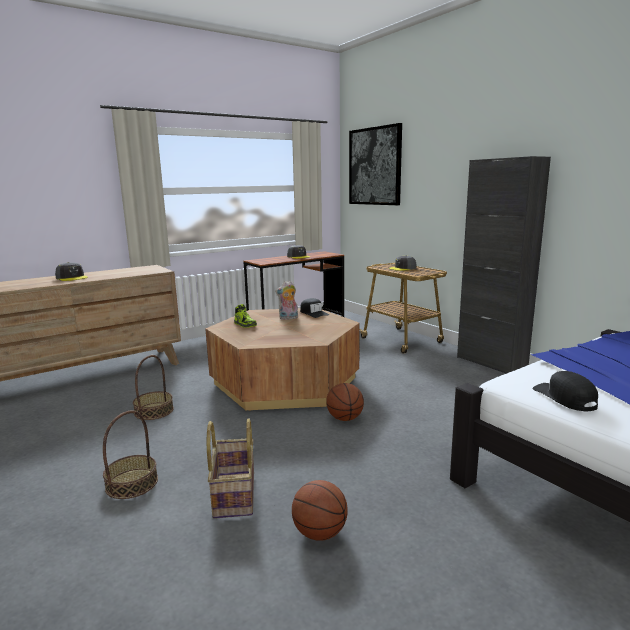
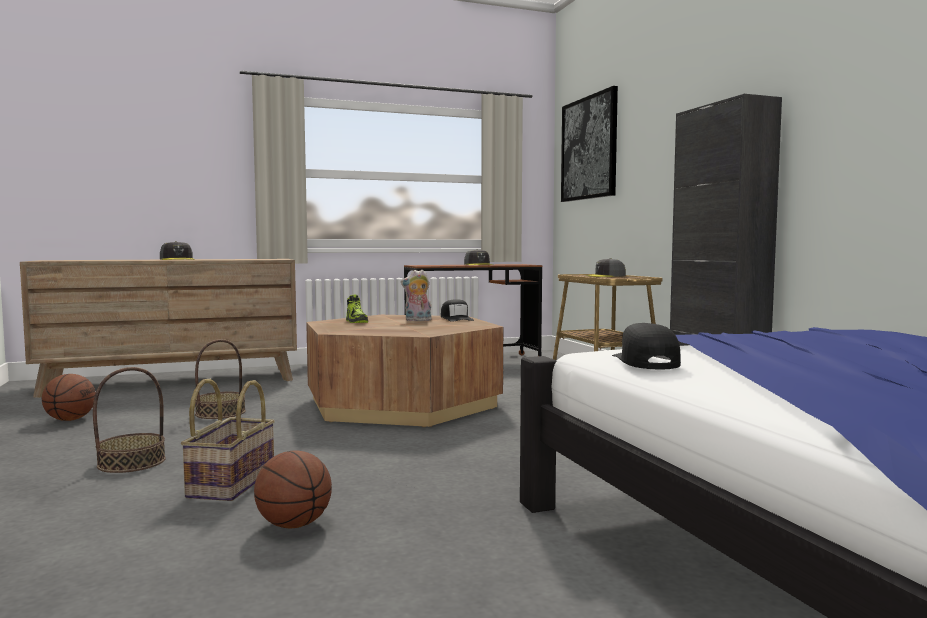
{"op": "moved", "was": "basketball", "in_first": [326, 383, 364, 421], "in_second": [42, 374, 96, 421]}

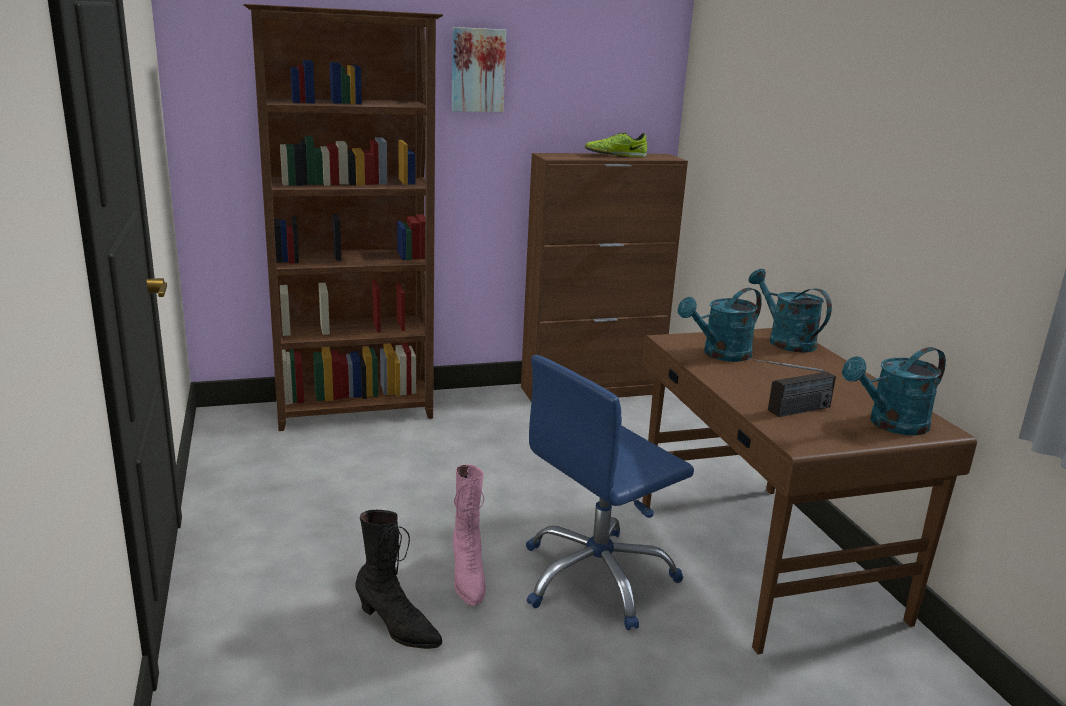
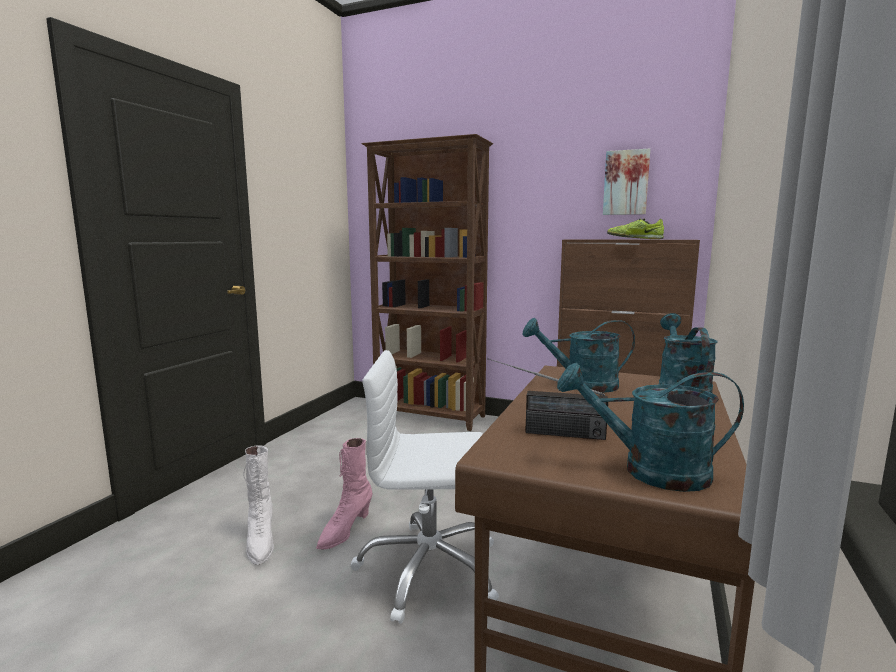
{"op": "recoloured", "was": "black boot", "now": "white boot", "in_first": [355, 510, 442, 649], "in_second": [243, 445, 274, 565]}
{"op": "recoloured", "was": "blue office chair", "now": "white office chair", "in_first": [526, 355, 694, 630], "in_second": [350, 350, 499, 624]}
{"op": "moved", "was": "picture", "in_first": [452, 27, 506, 112], "in_second": [603, 149, 650, 215]}

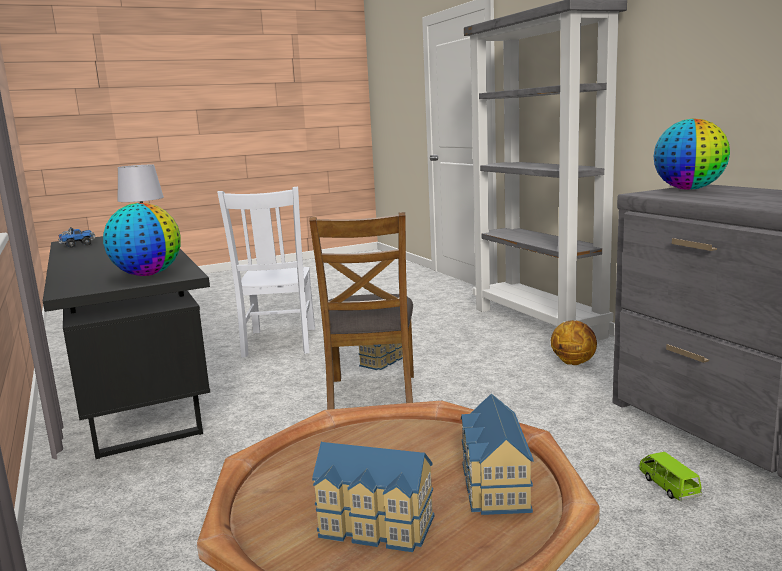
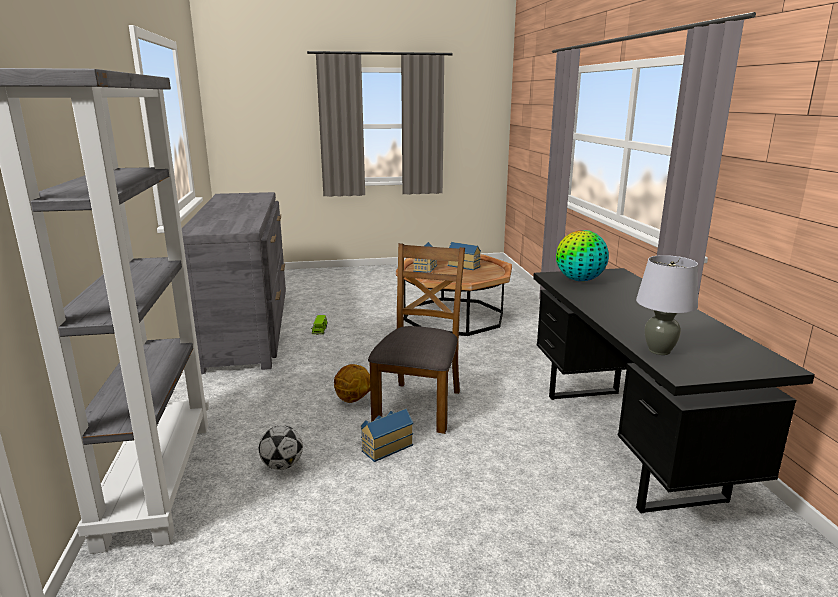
{"op": "added", "now": "football", "in_second": [259, 425, 303, 470]}
{"op": "moved", "was": "basketball", "in_first": [551, 320, 597, 365], "in_second": [334, 364, 370, 403]}
{"op": "removed", "was": "toy truck", "in_first": [58, 227, 95, 248]}
{"op": "removed", "was": "white chair", "in_first": [217, 187, 315, 358]}
{"op": "removed", "was": "globe", "in_first": [654, 118, 730, 190]}

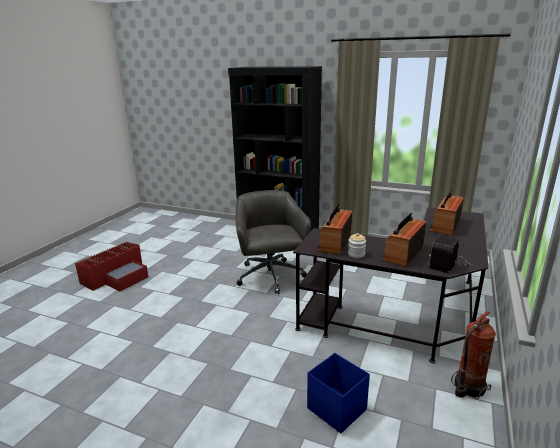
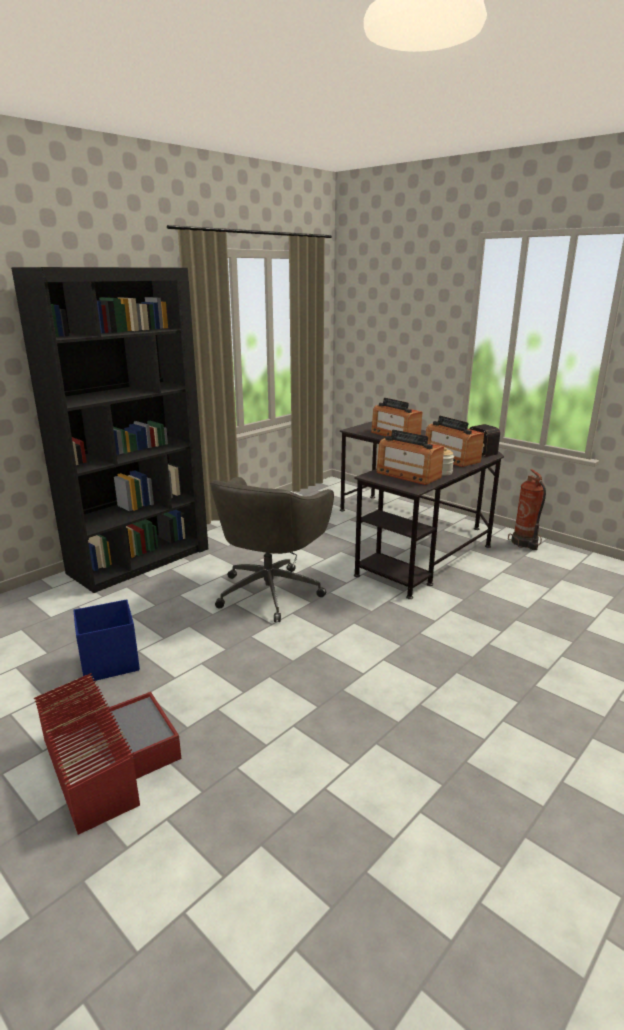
{"op": "moved", "was": "blue storage box", "in_first": [307, 353, 370, 433], "in_second": [73, 599, 140, 681]}
{"op": "turned", "was": "grey office chair", "in_first": [236, 190, 311, 294], "in_second": [210, 477, 334, 622], "clockwise": -75}

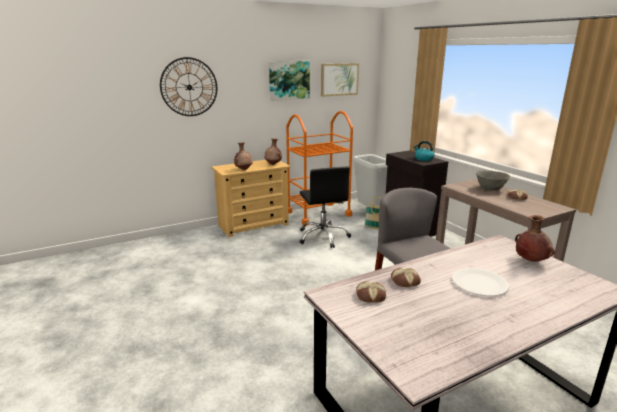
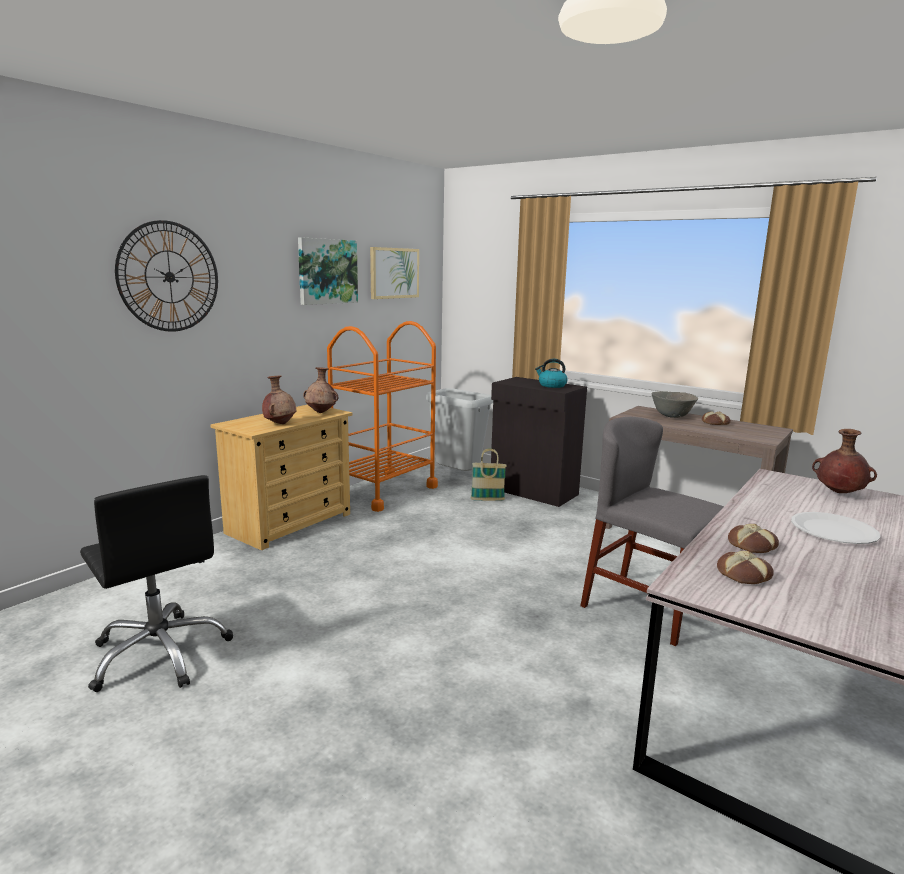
{"op": "moved", "was": "black office chair", "in_first": [299, 167, 351, 248], "in_second": [80, 475, 233, 692]}

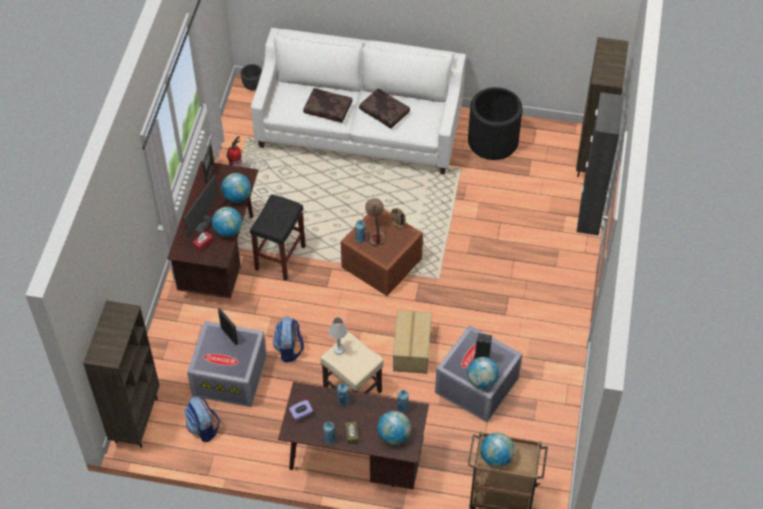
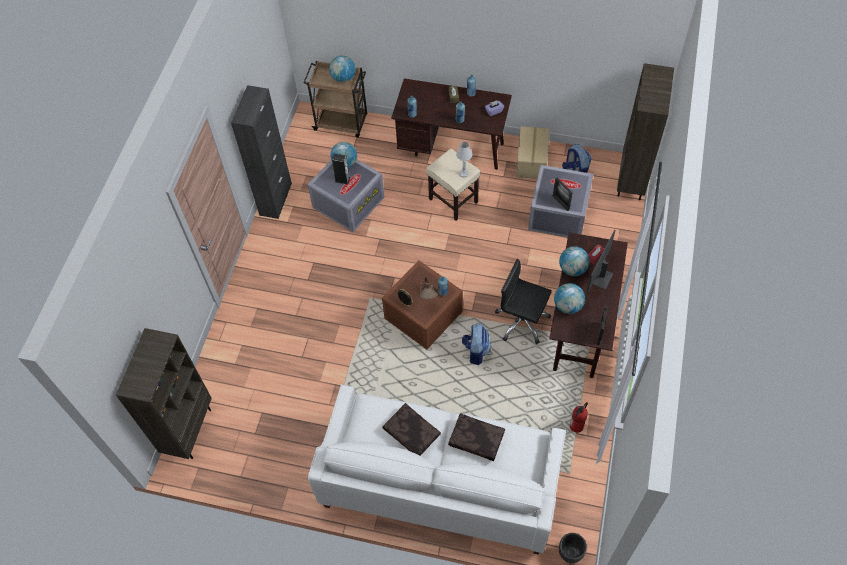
{"op": "moved", "was": "black cabinet", "in_first": [577, 92, 624, 235], "in_second": [231, 85, 292, 219]}
{"op": "moved", "was": "backpack", "in_first": [273, 317, 304, 363], "in_second": [462, 323, 491, 365]}
{"op": "replaced", "was": "black stool", "now": "black office chair", "in_first": [250, 194, 306, 281], "in_second": [495, 259, 552, 344]}
{"op": "moved", "was": "cardboard box", "in_first": [393, 310, 432, 374], "in_second": [516, 126, 550, 179]}
{"op": "removed", "was": "globe", "in_first": [377, 411, 411, 445]}
{"op": "removed", "was": "black planter", "in_first": [468, 87, 523, 160]}

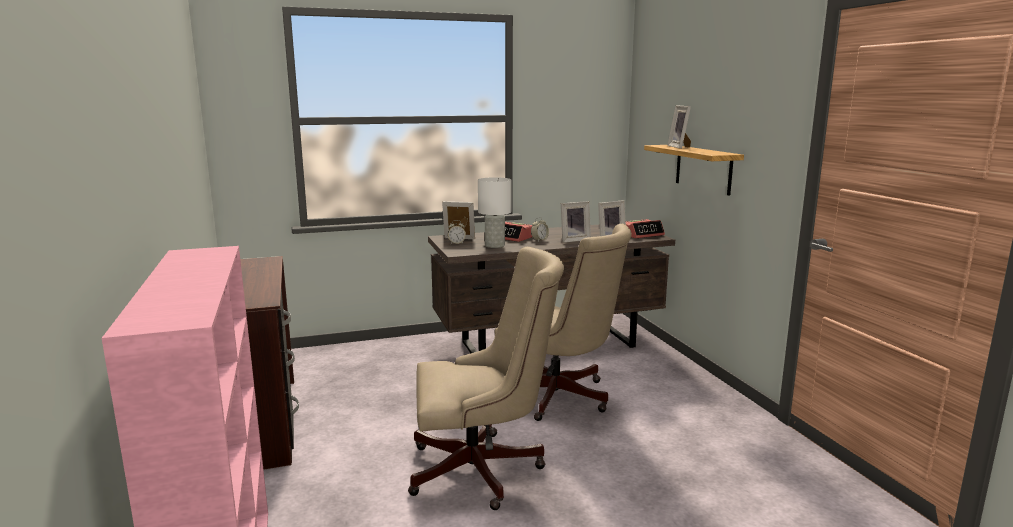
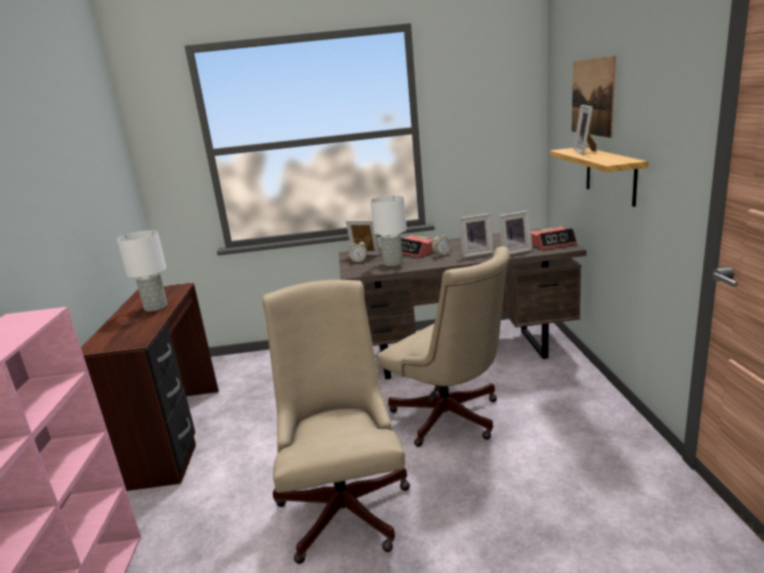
{"op": "added", "now": "white table lamp", "in_second": [117, 230, 168, 312]}
{"op": "turned", "was": "beige office chair", "in_first": [408, 247, 564, 510], "in_second": [262, 280, 410, 564], "clockwise": -105}
{"op": "added", "now": "picture", "in_second": [572, 56, 616, 138]}

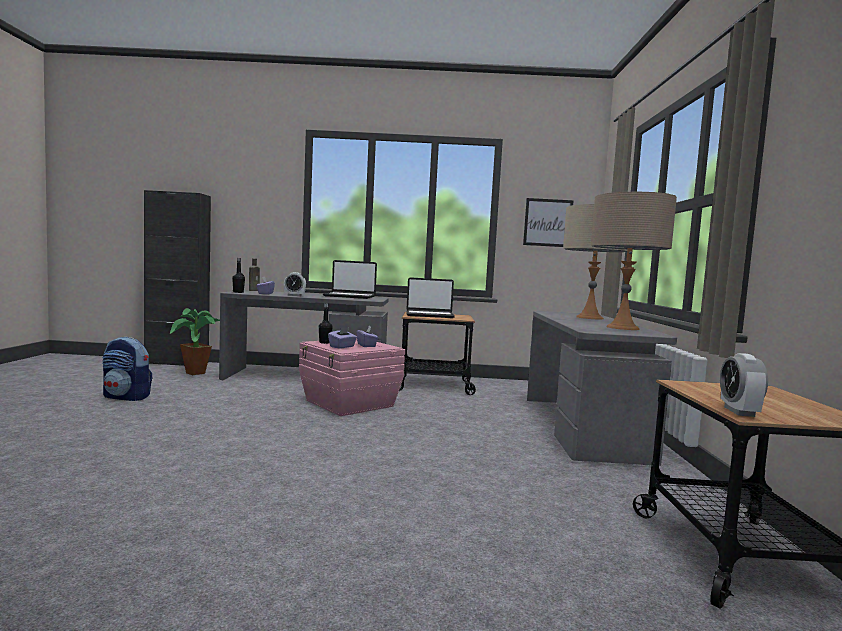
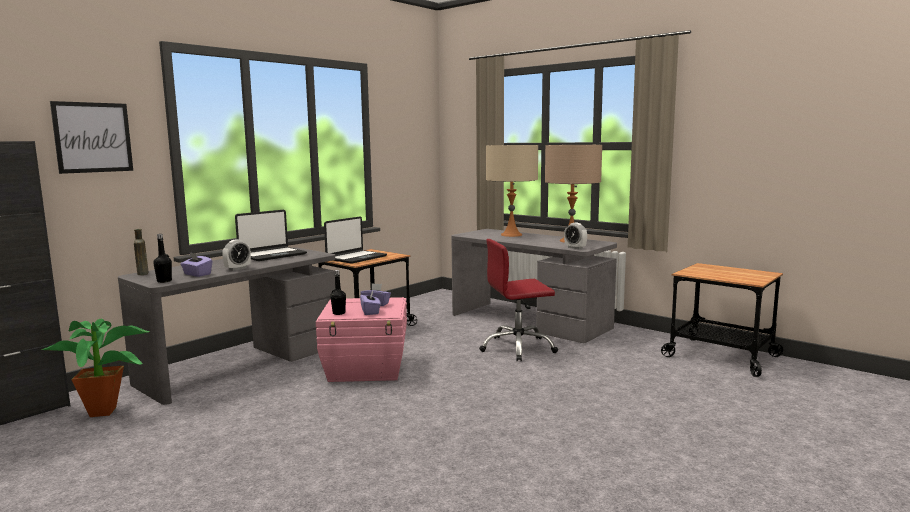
{"op": "moved", "was": "picture", "in_first": [523, 198, 574, 247], "in_second": [50, 101, 133, 174]}
{"op": "added", "now": "red office chair", "in_second": [479, 239, 558, 362]}
{"op": "moved", "was": "alarm clock", "in_first": [720, 353, 768, 417], "in_second": [564, 223, 587, 249]}
{"op": "removed", "was": "backpack", "in_first": [102, 337, 152, 401]}

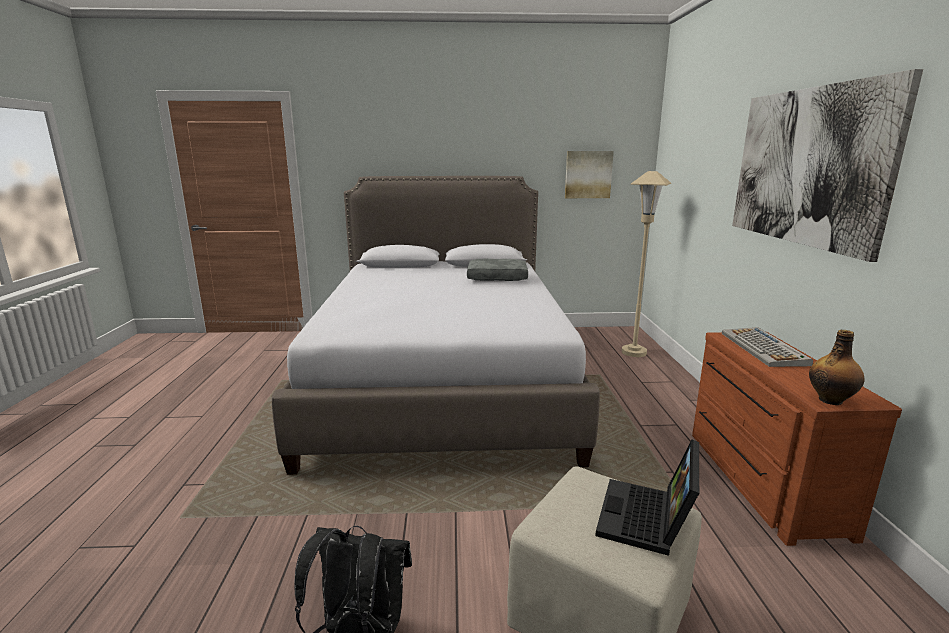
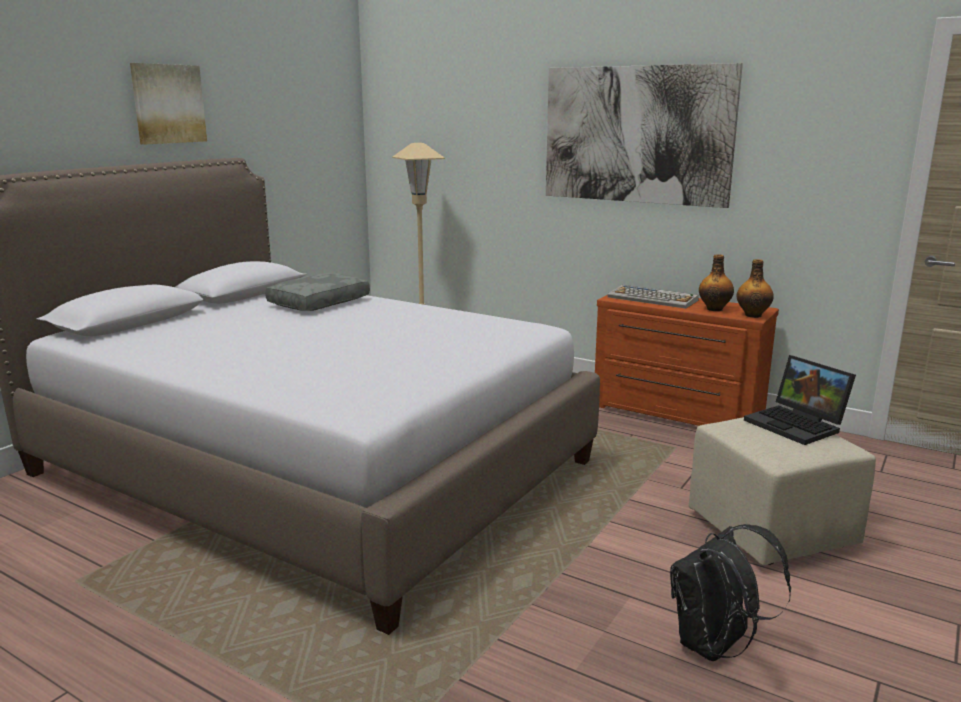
{"op": "moved", "was": "picture", "in_first": [565, 151, 614, 198], "in_second": [130, 63, 207, 145]}
{"op": "added", "now": "bottle", "in_second": [699, 255, 734, 311]}

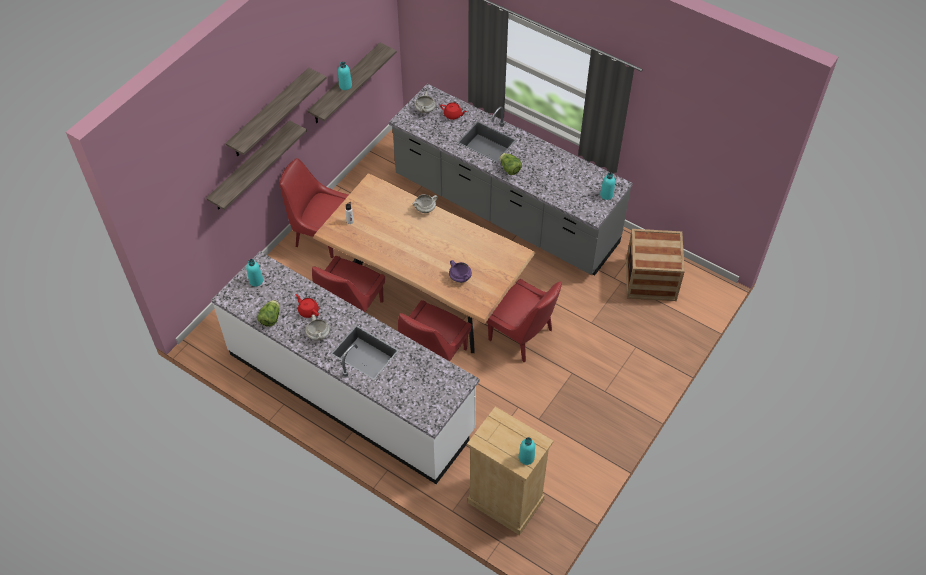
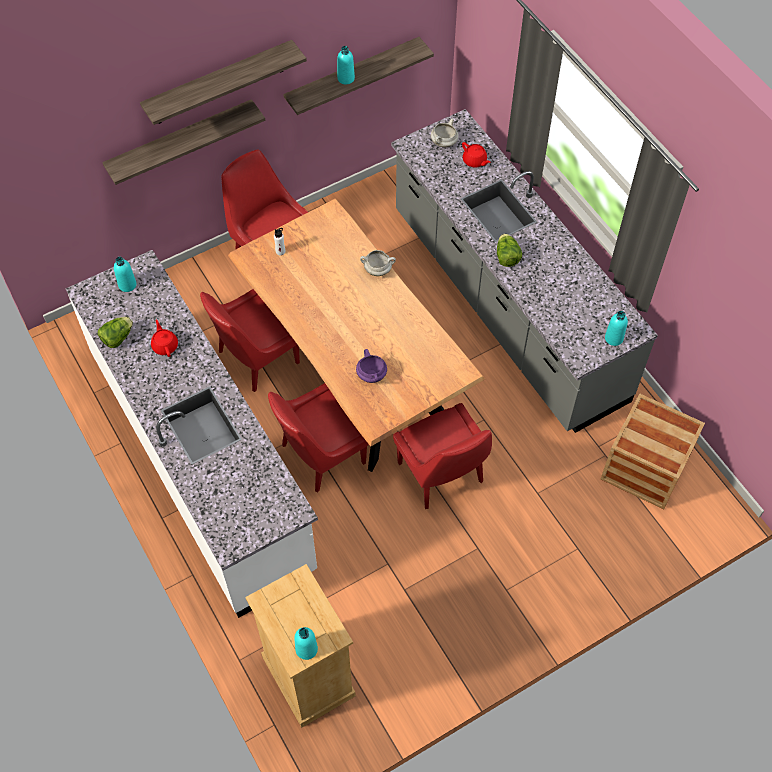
{"op": "removed", "was": "white cooking pot", "in_first": [305, 314, 330, 341]}

